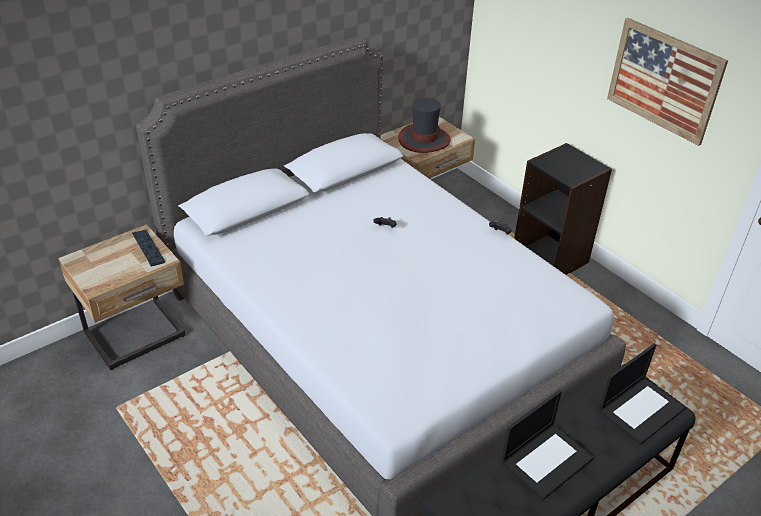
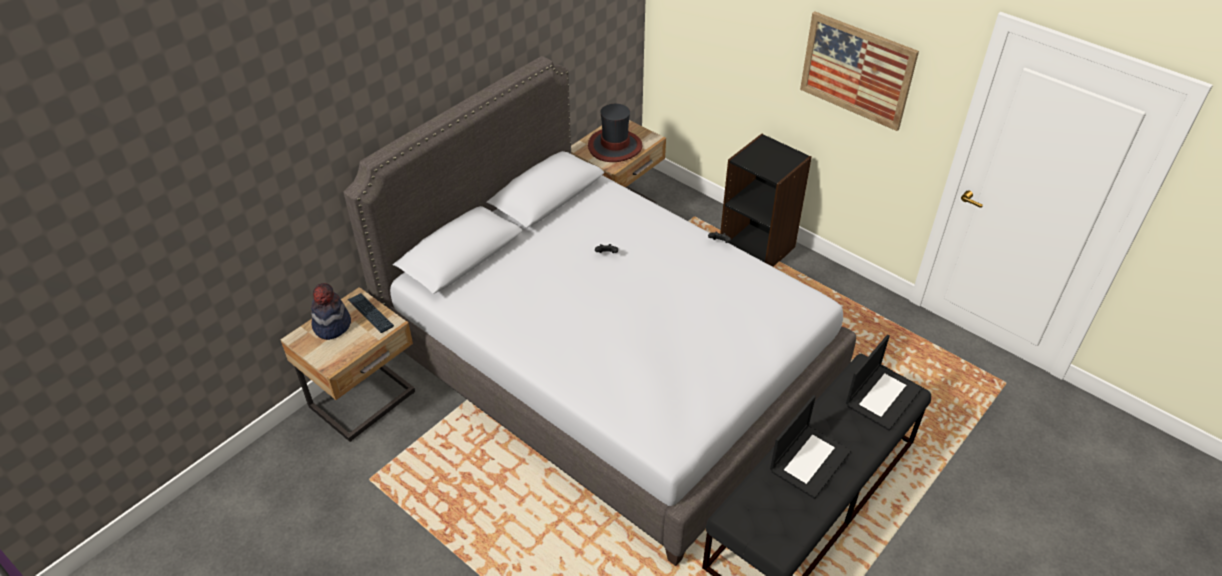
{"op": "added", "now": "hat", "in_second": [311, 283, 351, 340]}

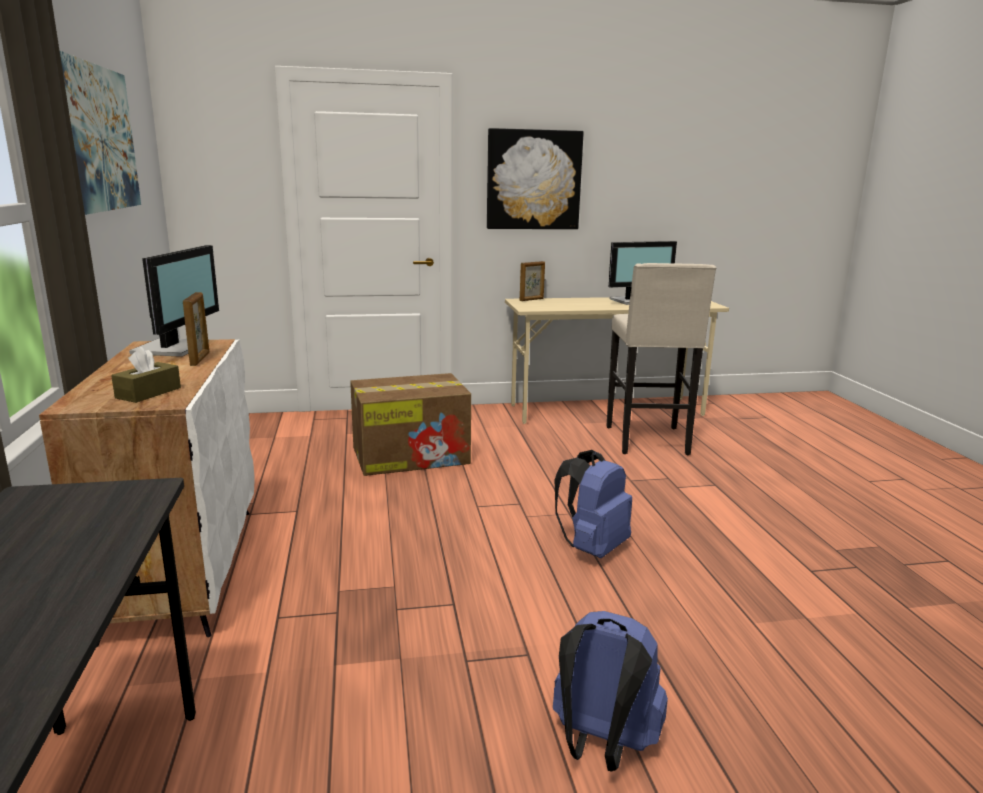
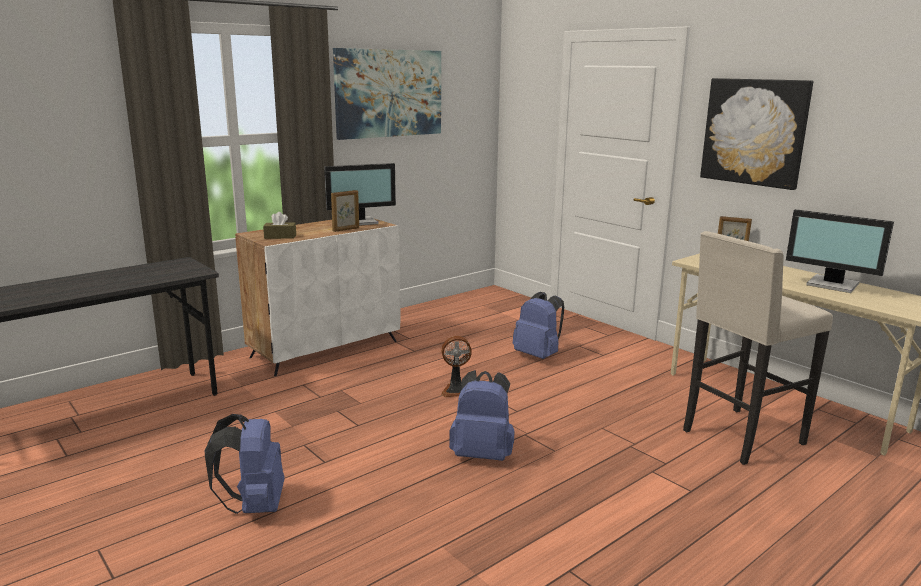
{"op": "added", "now": "fan", "in_second": [441, 336, 472, 397]}
{"op": "replaced", "was": "cardboard box", "now": "blue backpack", "in_first": [350, 373, 471, 476], "in_second": [513, 292, 564, 359]}

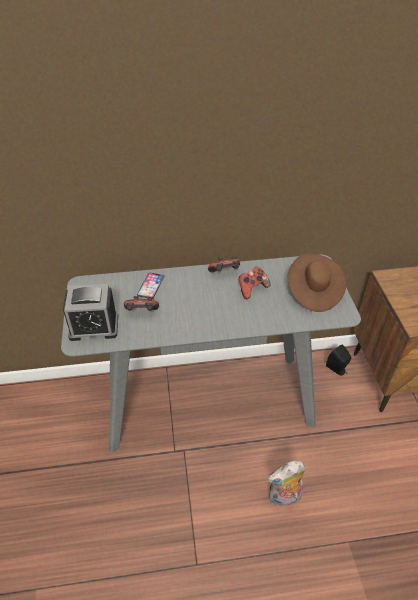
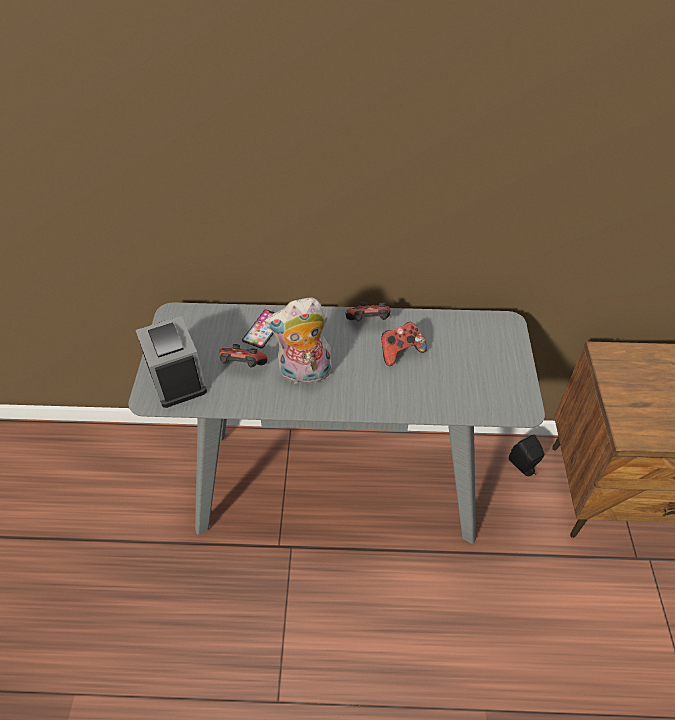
{"op": "turned", "was": "alarm clock", "in_first": [63, 284, 118, 341], "in_second": [136, 316, 207, 408], "clockwise": -120}
{"op": "moved", "was": "plush toy", "in_first": [268, 460, 305, 507], "in_second": [264, 297, 332, 386]}
{"op": "removed", "was": "brown hat", "in_first": [287, 253, 346, 312]}

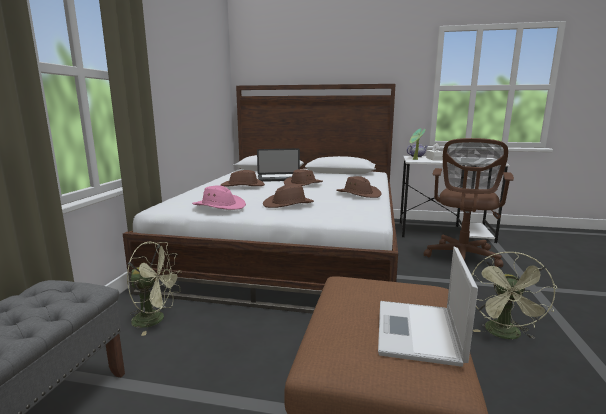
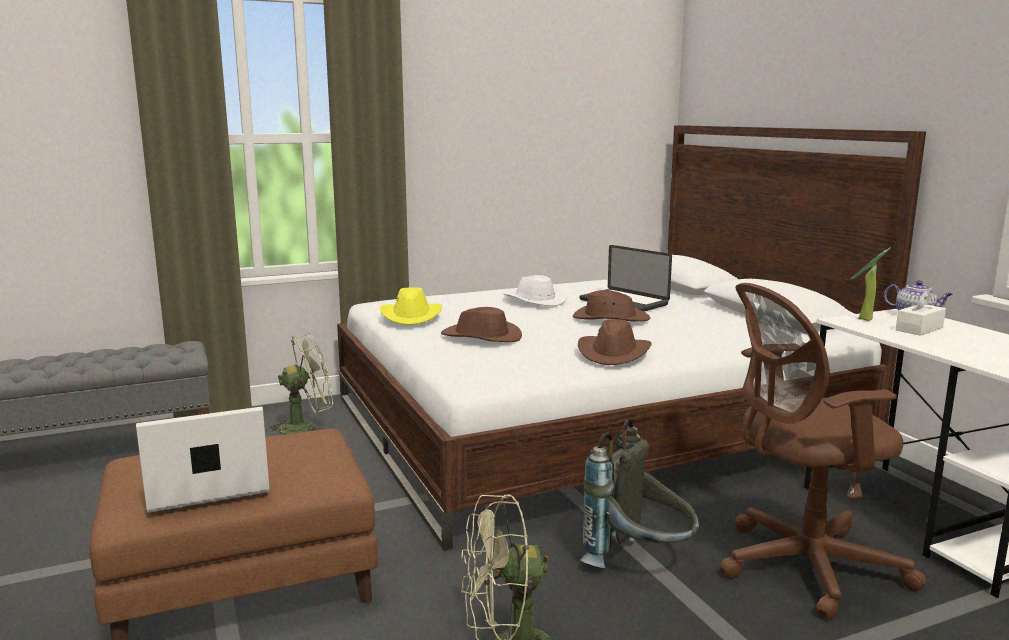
{"op": "turned", "was": "green fan", "in_first": [127, 241, 182, 336], "in_second": [266, 333, 333, 435], "clockwise": -90}
{"op": "recoloured", "was": "pink hat", "now": "yellow hat", "in_first": [192, 185, 246, 210], "in_second": [380, 287, 442, 325]}
{"op": "recoloured", "was": "brown hat", "now": "white hat", "in_first": [221, 170, 265, 186], "in_second": [504, 275, 568, 306]}
{"op": "added", "now": "grey backpack", "in_second": [580, 418, 699, 568]}

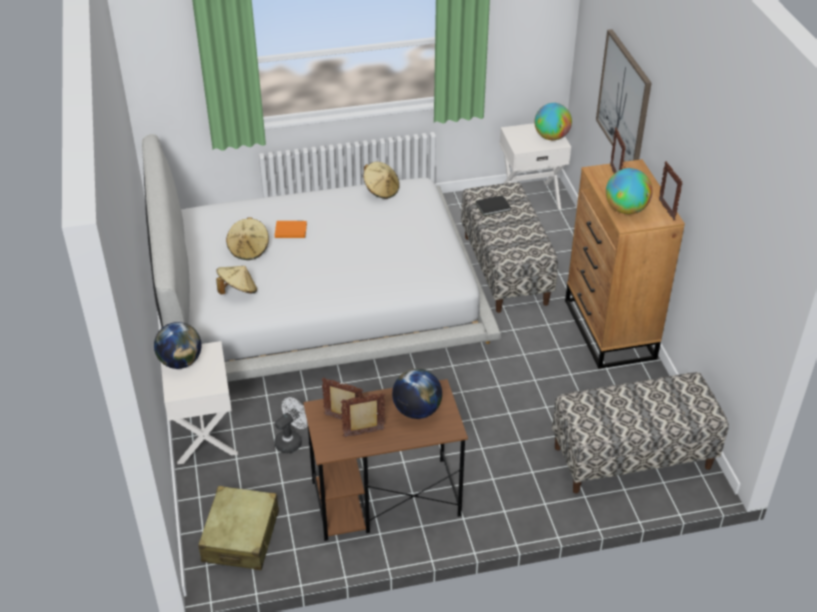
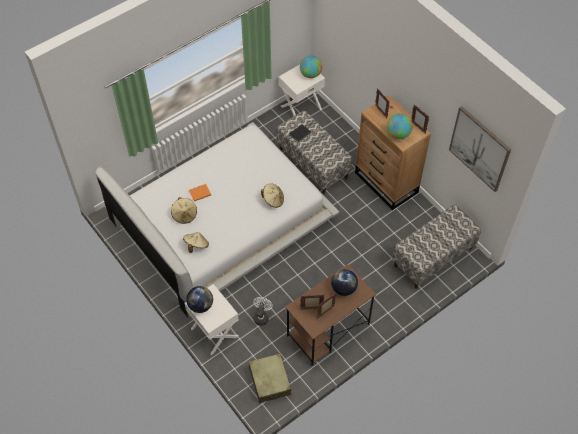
{"op": "moved", "was": "beige hat", "in_first": [363, 162, 399, 199], "in_second": [261, 184, 284, 208]}
{"op": "moved", "was": "picture", "in_first": [596, 29, 651, 162], "in_second": [449, 106, 511, 192]}

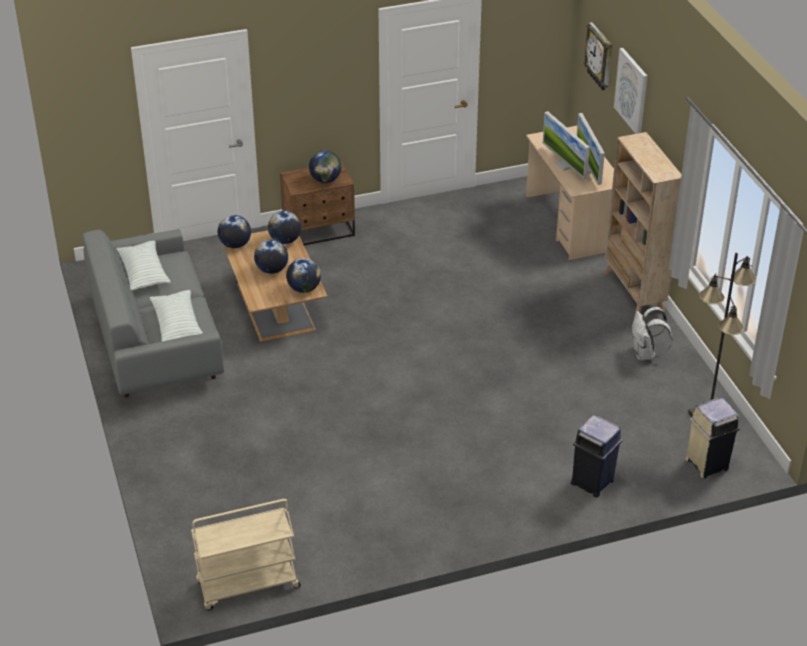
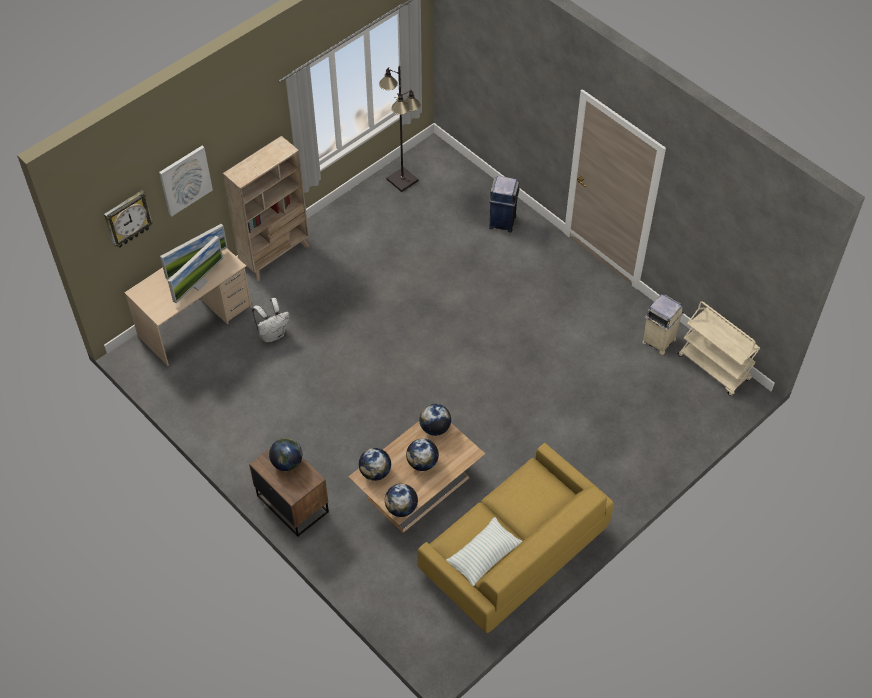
{"op": "moved", "was": "white backpack", "in_first": [632, 307, 673, 360], "in_second": [252, 298, 289, 343]}
{"op": "recoloured", "was": "grey sofa", "now": "yellow sofa", "in_first": [83, 229, 224, 398], "in_second": [417, 443, 614, 633]}
{"op": "moved", "was": "beige trash can", "in_first": [685, 398, 740, 479], "in_second": [642, 294, 683, 355]}
{"op": "removed", "was": "pillow", "in_first": [150, 290, 203, 342]}

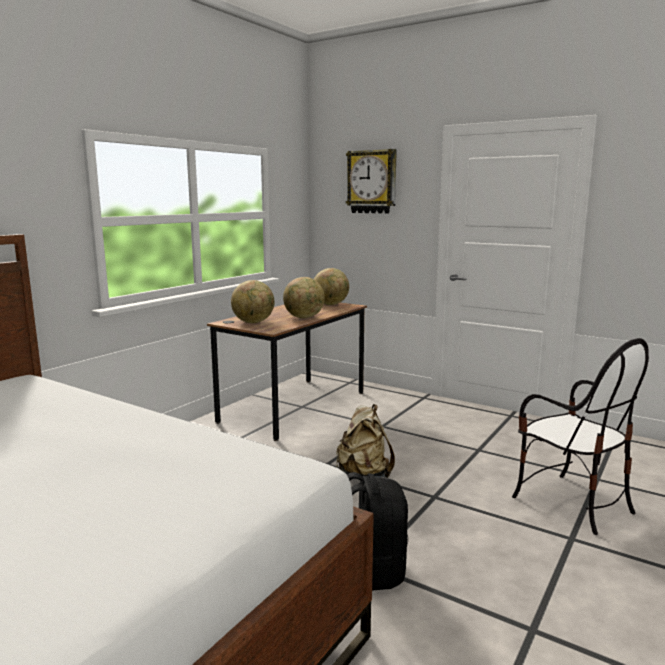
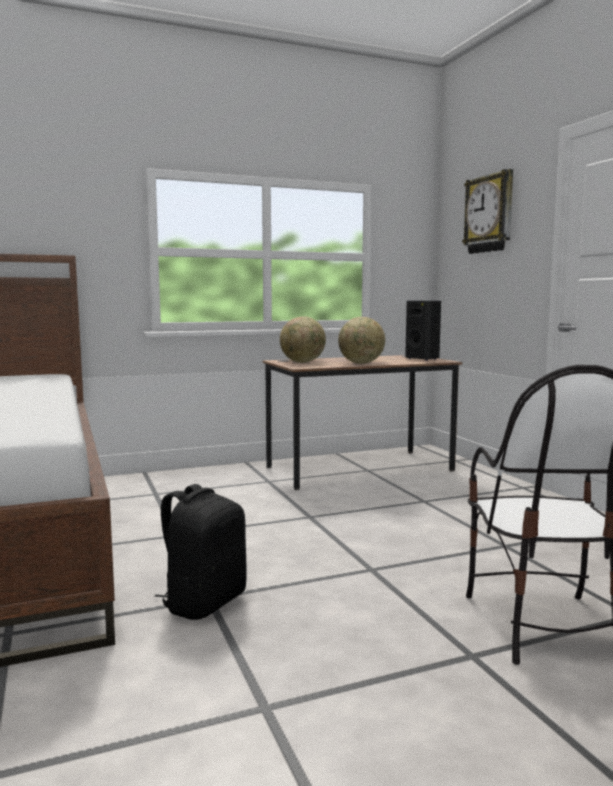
{"op": "replaced", "was": "globe", "now": "black speaker", "in_first": [314, 268, 349, 305], "in_second": [405, 301, 441, 361]}
{"op": "removed", "was": "beige backpack", "in_first": [336, 404, 395, 478]}

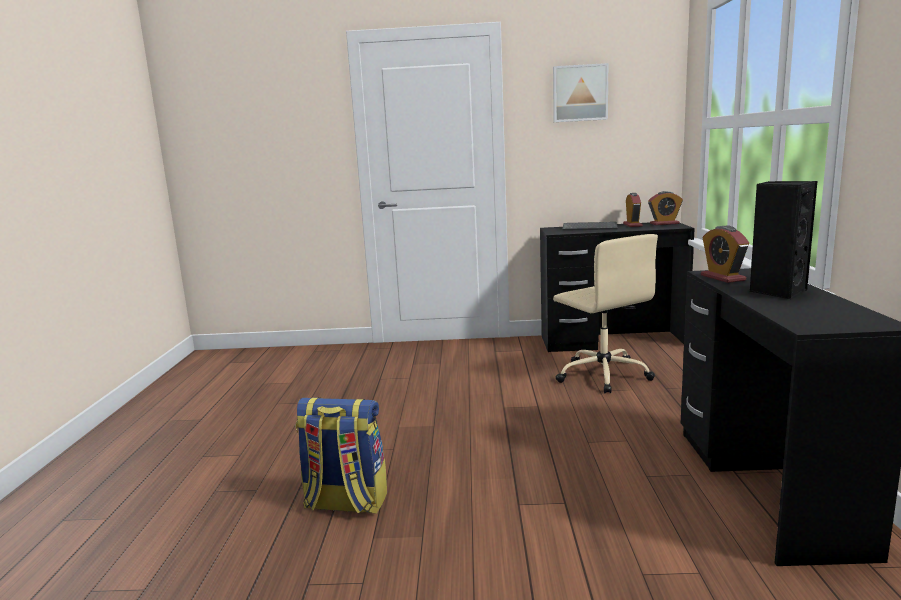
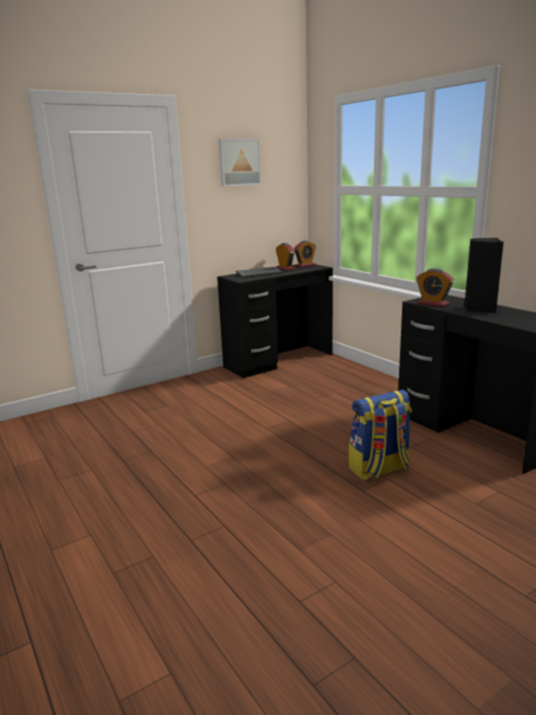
{"op": "moved", "was": "backpack", "in_first": [296, 397, 387, 514], "in_second": [349, 390, 412, 481]}
{"op": "removed", "was": "beige office chair", "in_first": [553, 234, 658, 394]}

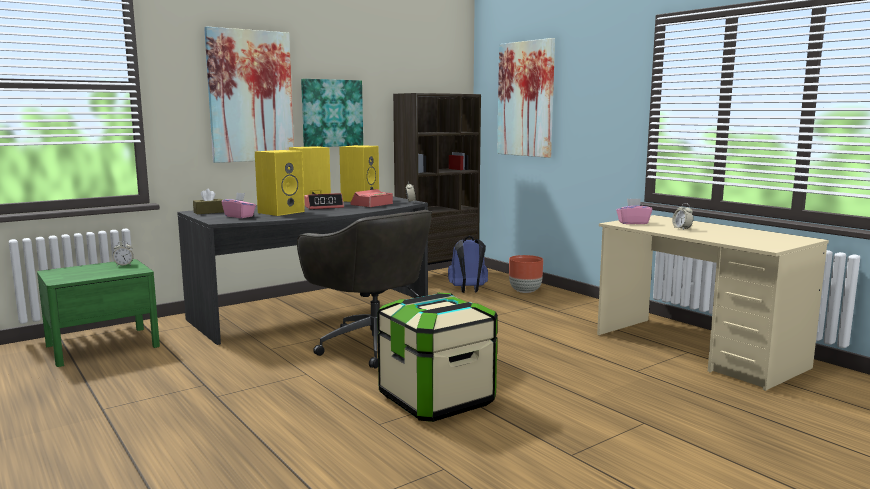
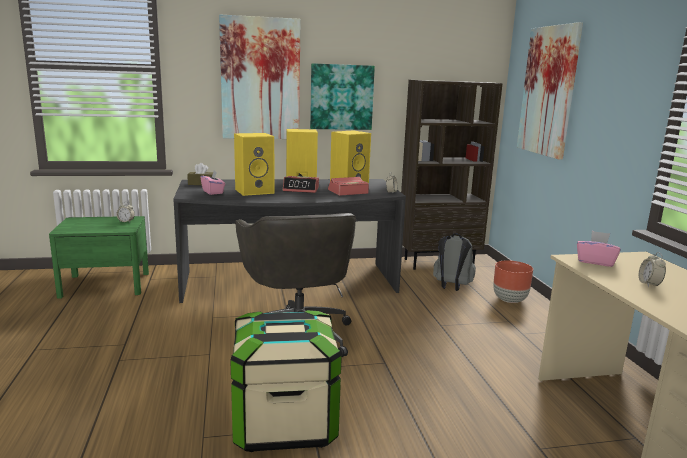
{"op": "recoloured", "was": "blue backpack", "now": "grey backpack", "in_first": [448, 236, 488, 293], "in_second": [433, 233, 476, 291]}

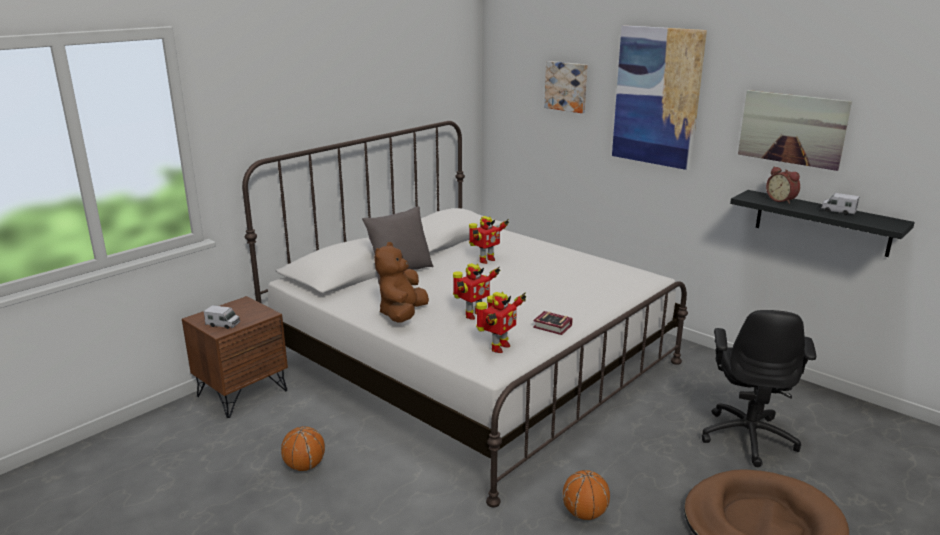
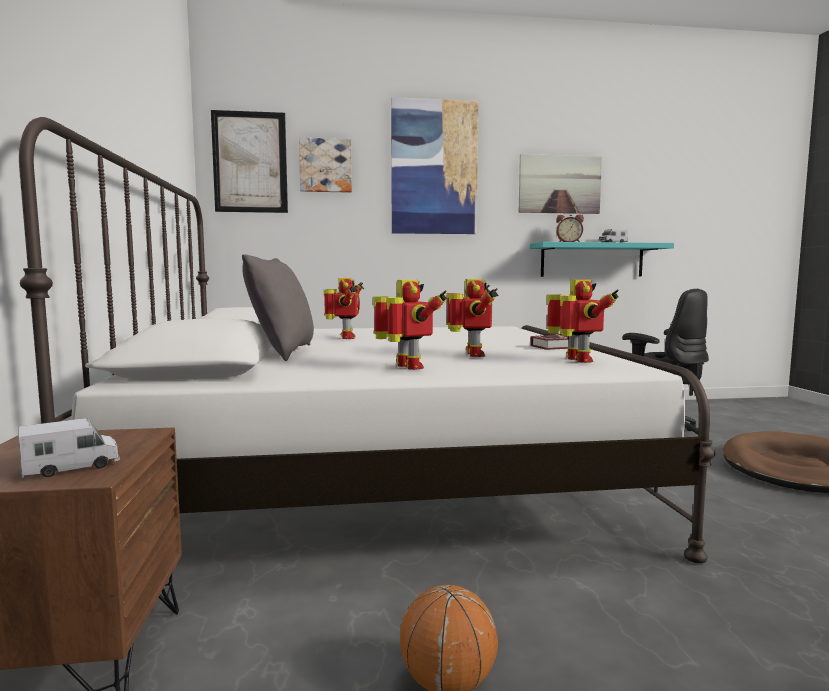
{"op": "added", "now": "picture", "in_second": [211, 110, 288, 213]}
{"op": "replaced", "was": "brown plush toy", "now": "toy robot", "in_first": [374, 242, 429, 323], "in_second": [373, 280, 447, 370]}
{"op": "recoloured", "was": "black shelf", "now": "turquoise shelf", "in_first": [730, 190, 915, 257], "in_second": [530, 242, 674, 277]}
{"op": "removed", "was": "basketball", "in_first": [563, 470, 610, 520]}

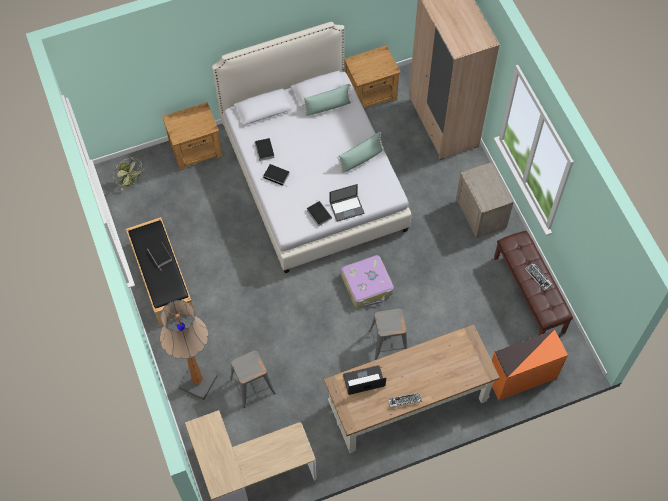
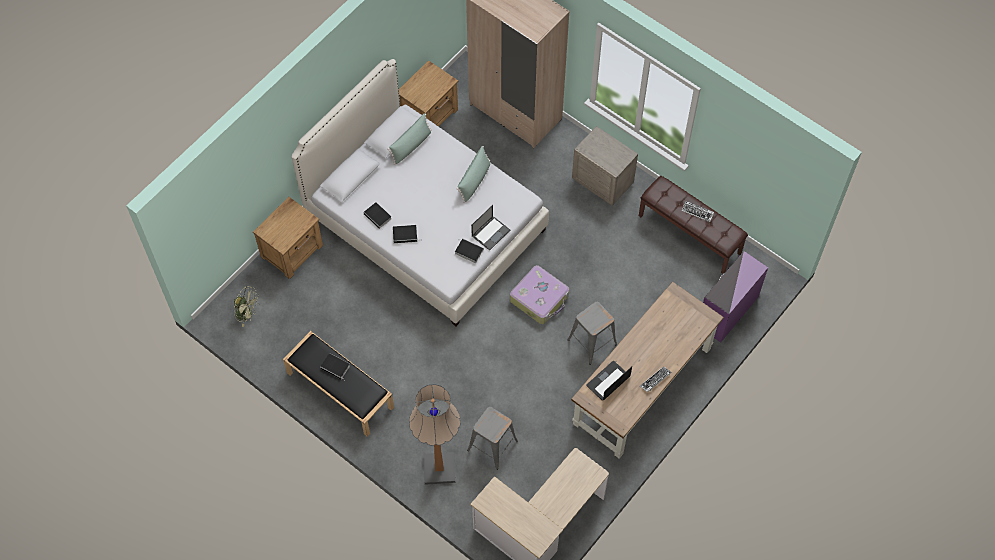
{"op": "recoloured", "was": "orange dresser", "now": "purple dresser", "in_first": [492, 330, 568, 400], "in_second": [703, 251, 768, 343]}

